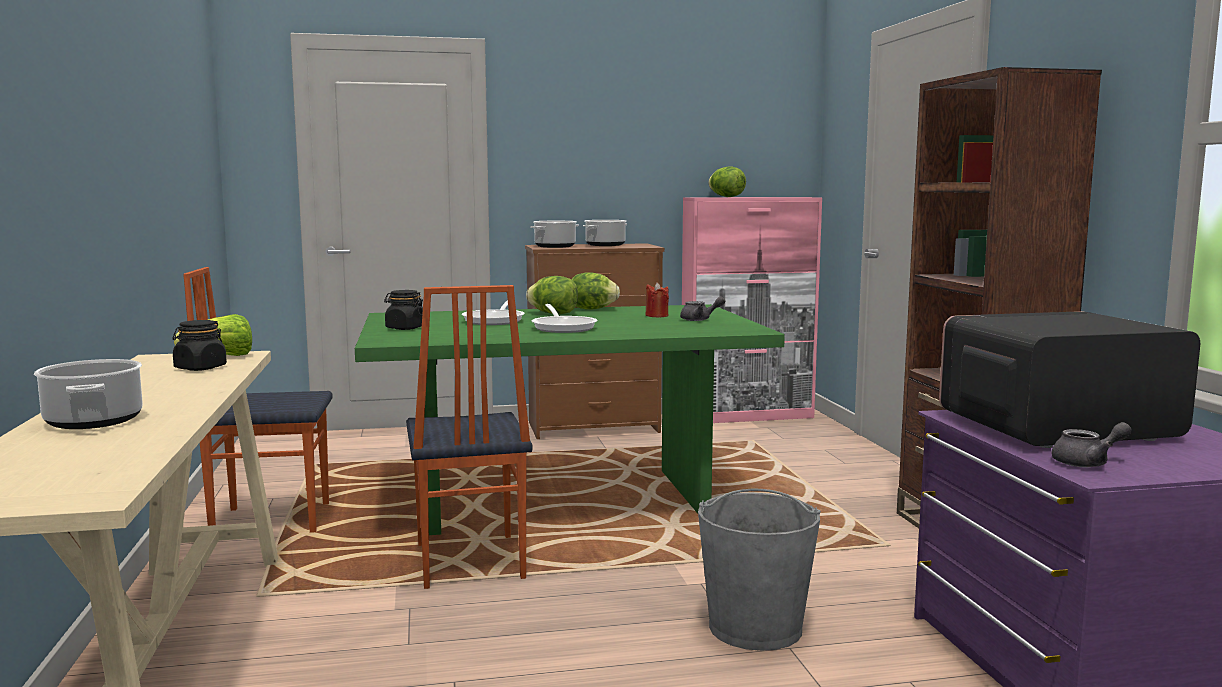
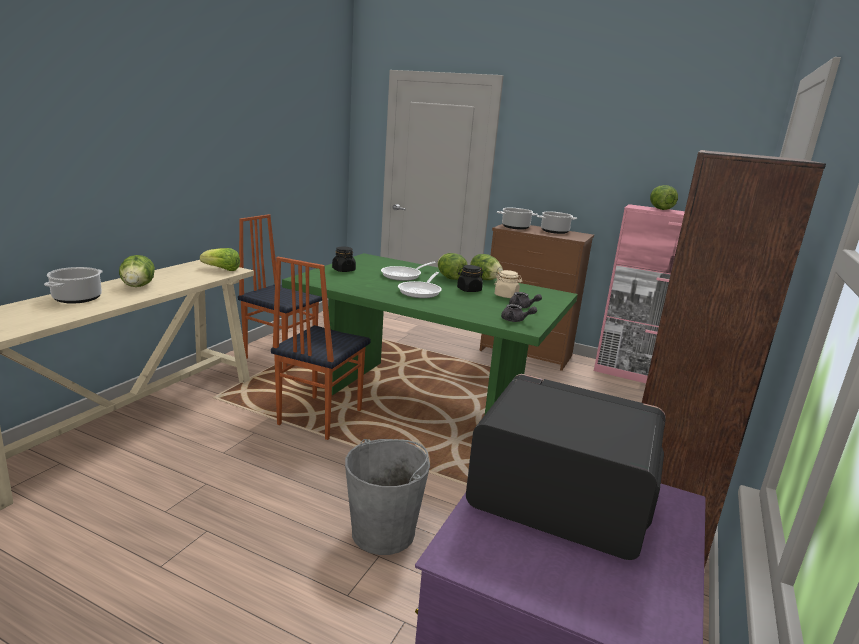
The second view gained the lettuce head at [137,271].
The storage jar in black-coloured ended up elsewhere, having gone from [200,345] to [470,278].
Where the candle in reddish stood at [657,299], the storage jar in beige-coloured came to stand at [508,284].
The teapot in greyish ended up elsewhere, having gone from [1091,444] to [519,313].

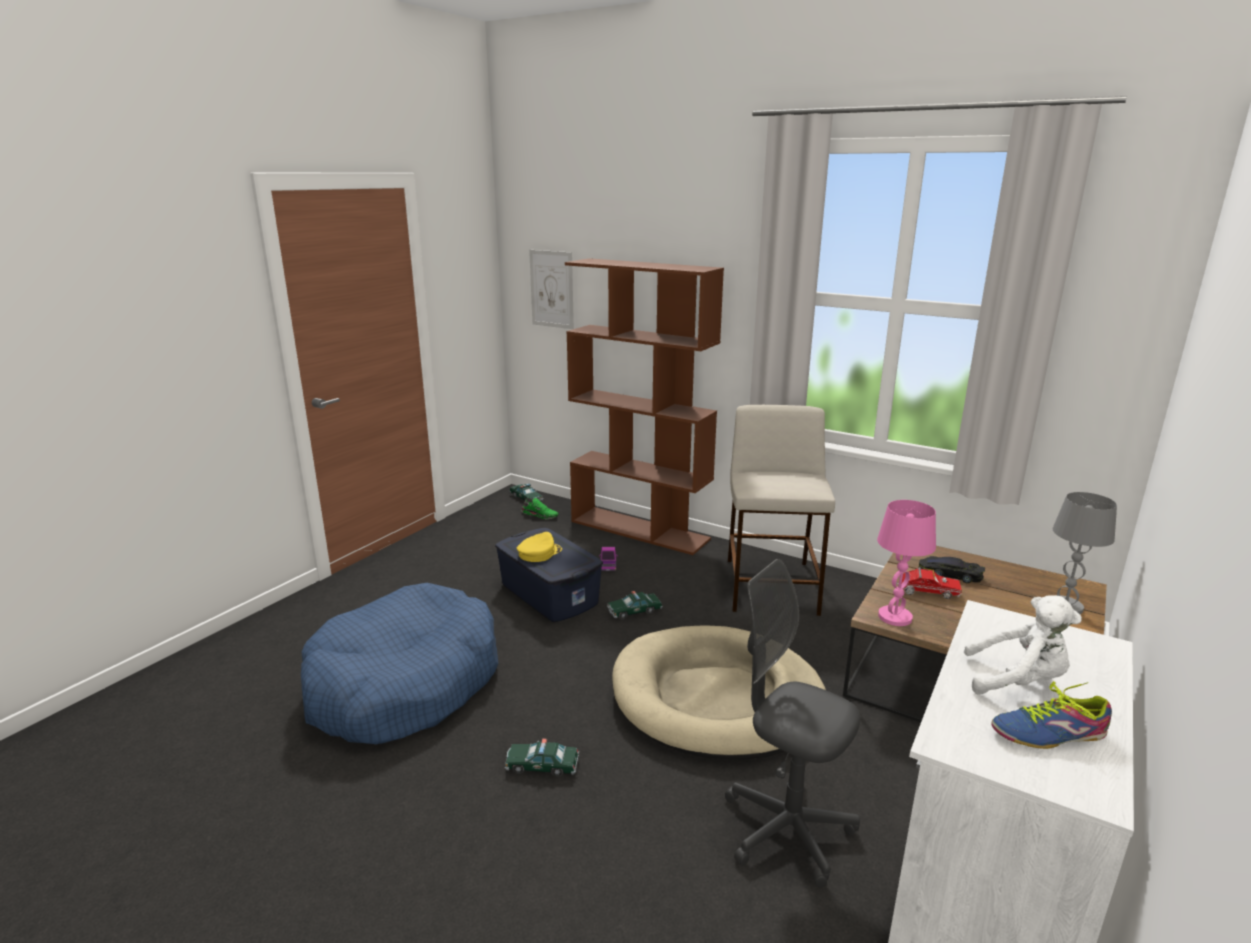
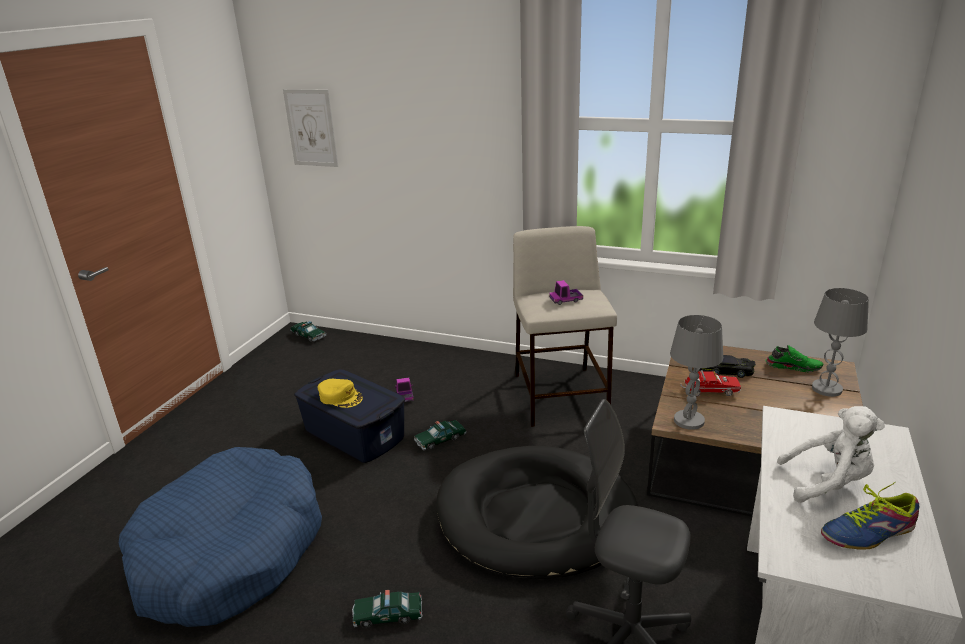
The cap in yellow at [539,547] ended up facing another way, 90 degrees clockwise from before.
What was the pet bed in beige-coloured at [719,692] turned into the pet bed in black-coloured at [537,512].
The second view gained the toy truck at [566,292].
What was the table lamp in pink at [906,563] turned into the table lamp in greyish at [696,372].
The item of footwear in green ended up elsewhere, having gone from [540,509] to [794,358].
The second view lost the shelving unit in brown at [644,406].

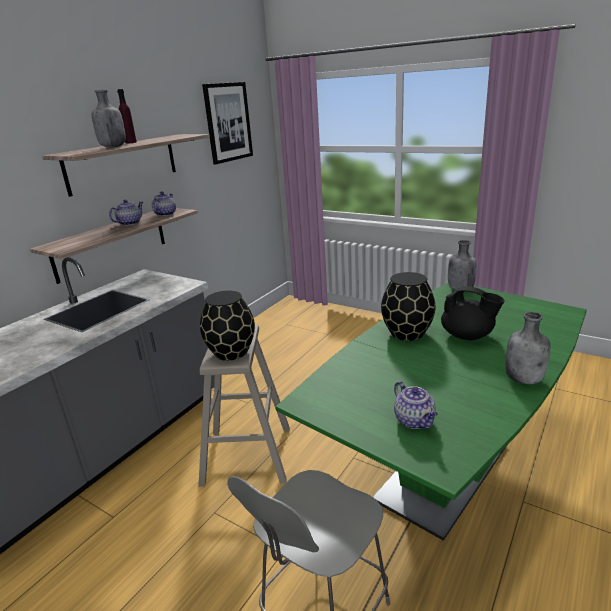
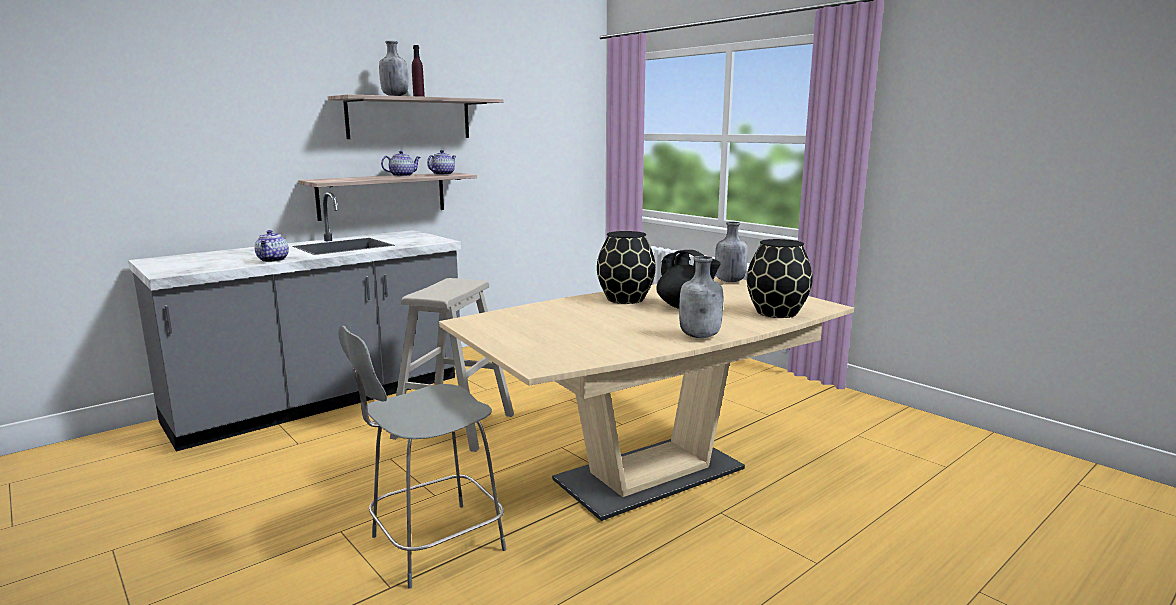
The teapot ended up elsewhere, having gone from [416,405] to [271,246].
What was the kitchen table in green at [431,412] turned into the kitchen table in beige-coloured at [646,399].
The flower vase in black-coloured ended up elsewhere, having gone from [227,326] to [780,278].
The second view lost the picture at [227,123].

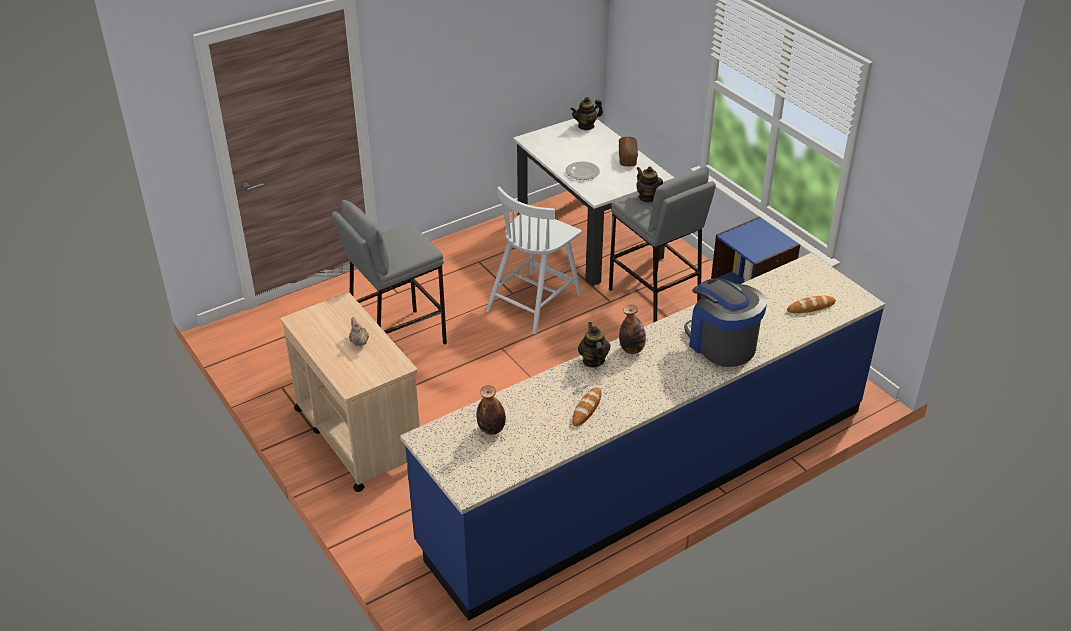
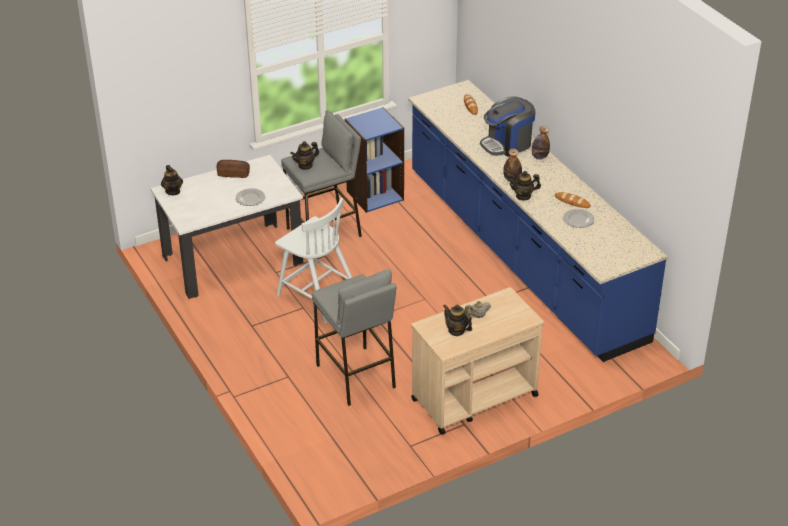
The second view gained the teapot at [457,320].
The beverage bottle ended up elsewhere, having gone from [491,410] to [541,142].
The second view gained the plate at [578,218].

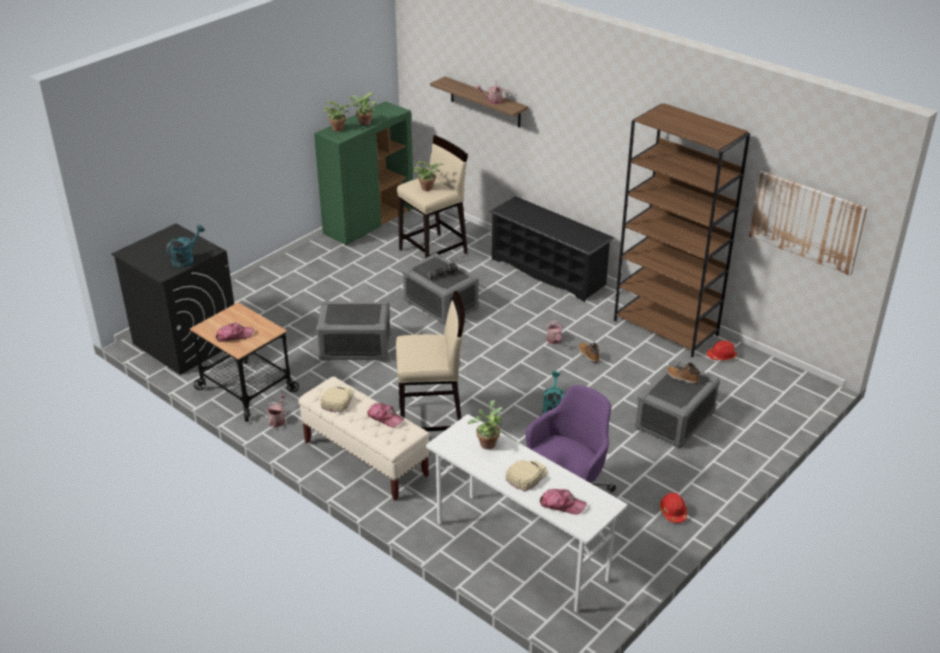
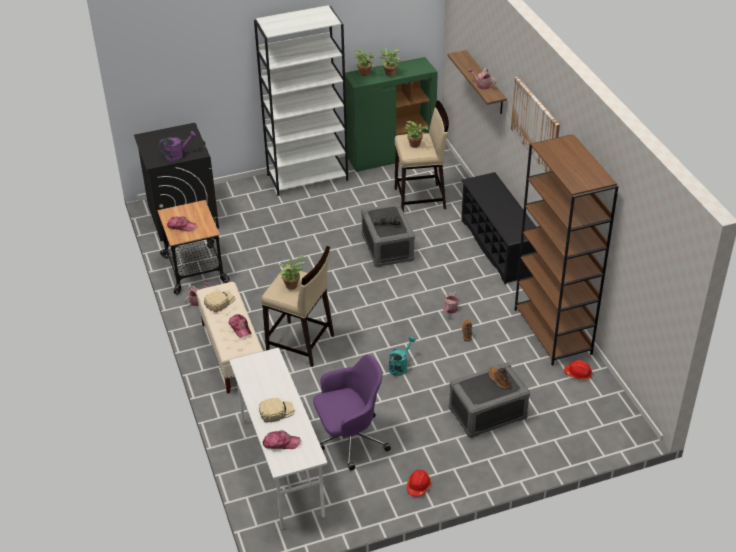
What was the watering can in turquoise-coloured at [185,246] turned into the watering can in purple-coloured at [177,146].
The second view gained the shelving unit in whitish at [301,100].
The cap at [563,502] ended up facing another way, 45 degrees counterclockwise from before.
The plant in a pot ended up elsewhere, having gone from [485,425] to [291,272].
The picture ended up elsewhere, having gone from [808,223] to [535,124].
The second view lost the storage container in greyish at [353,331].

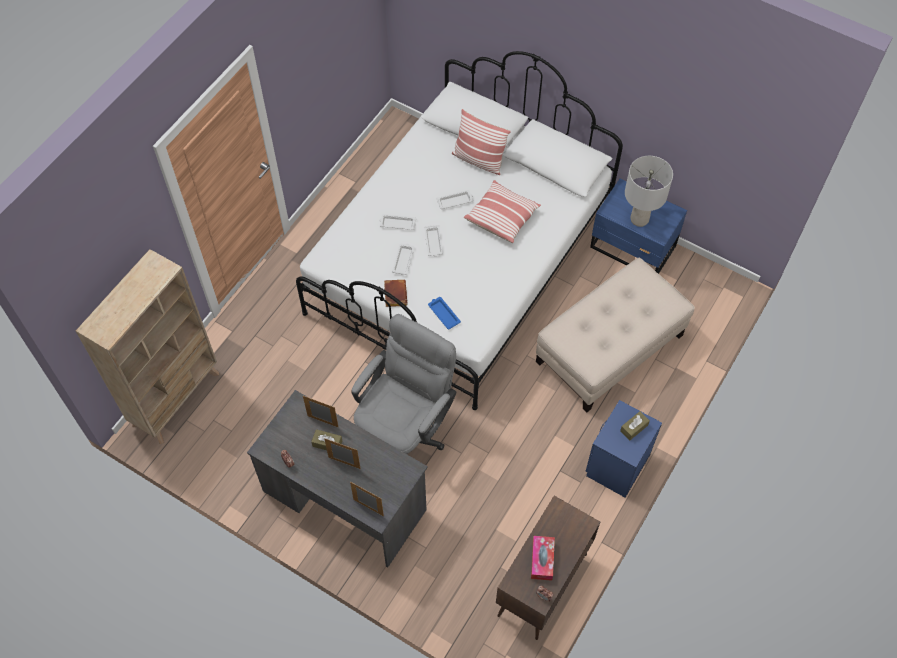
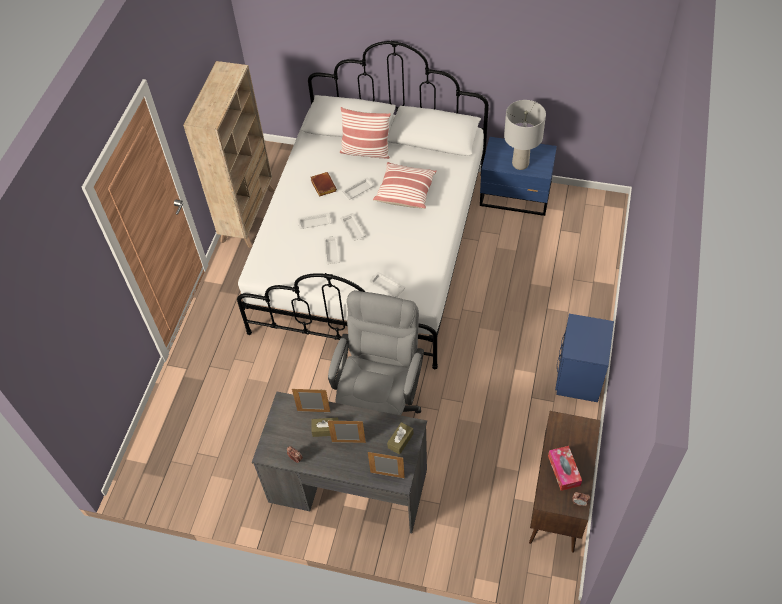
The shelving unit in beige-coloured ended up elsewhere, having gone from [147,346] to [229,154].
The volume in brown ended up elsewhere, having gone from [396,293] to [323,184].
What was the serving tray in blue-coloured at [444,313] turned into the serving tray in whitish at [387,284].
The tissue holder in brown ended up elsewhere, having gone from [635,425] to [400,438].
The second view lost the footrest in beige-coloured at [615,335].

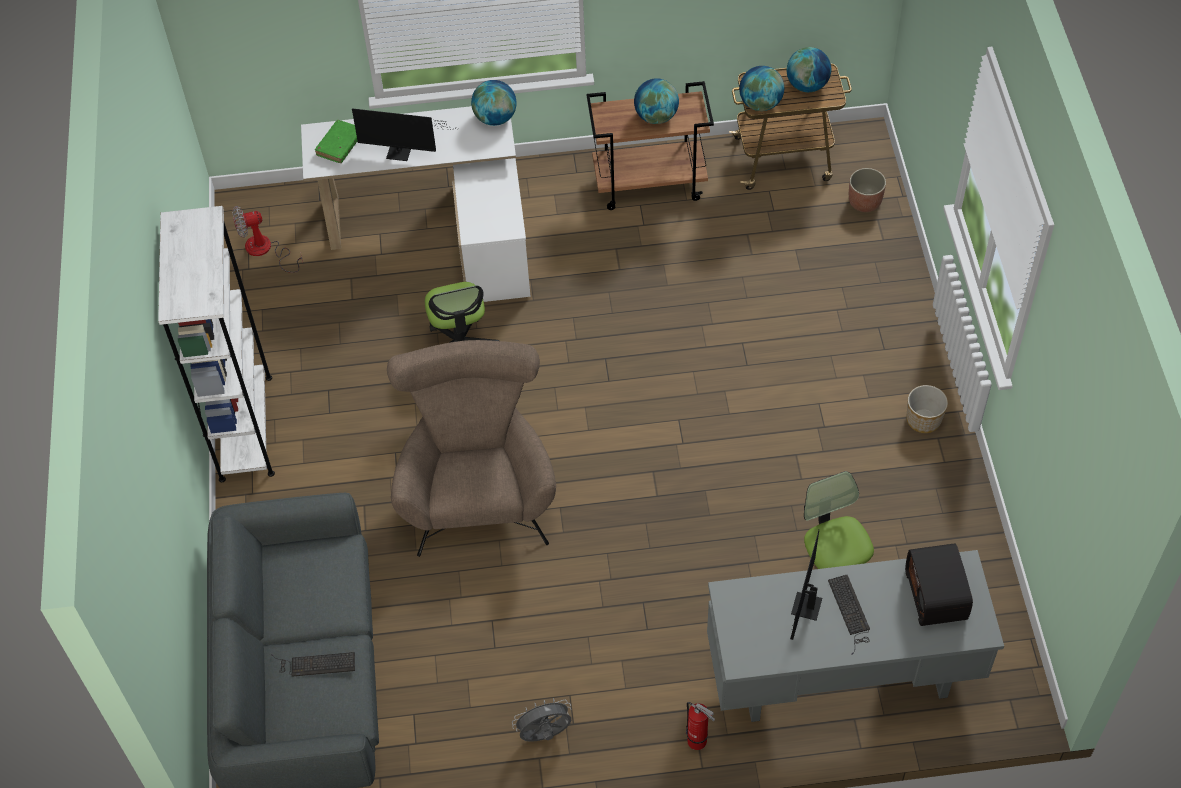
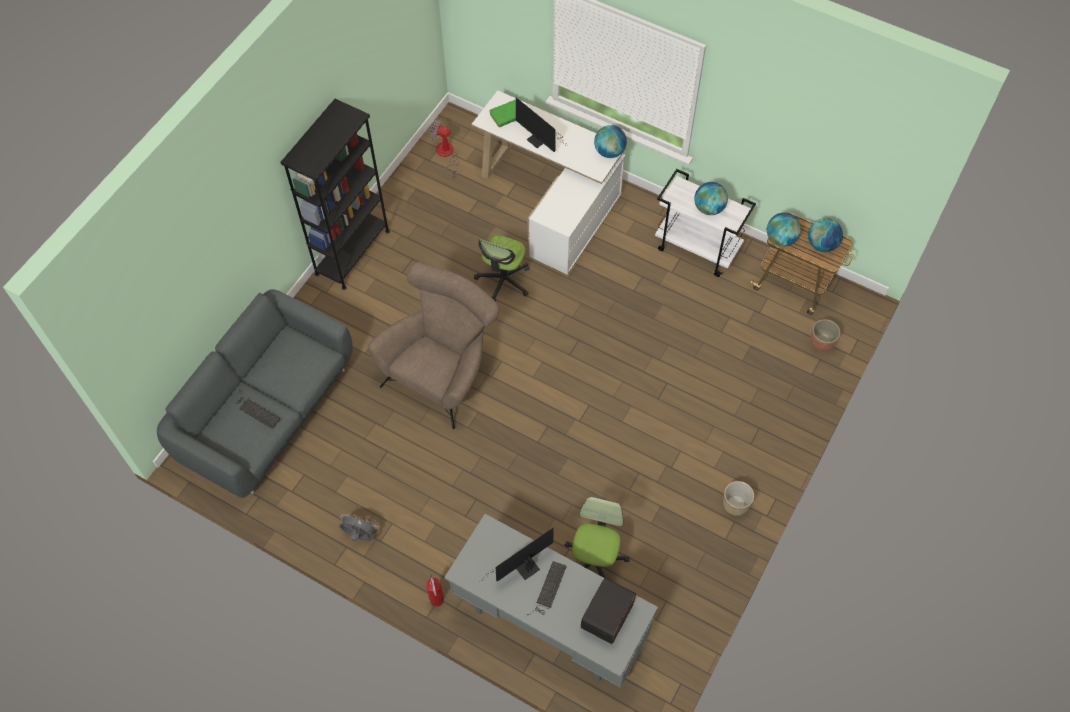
What was the shelving unit in whitish at [216,344] turned into the shelving unit in black-coloured at [335,194].
What was the wheeled cart in brown at [650,145] turned into the wheeled cart in whitish at [705,223].

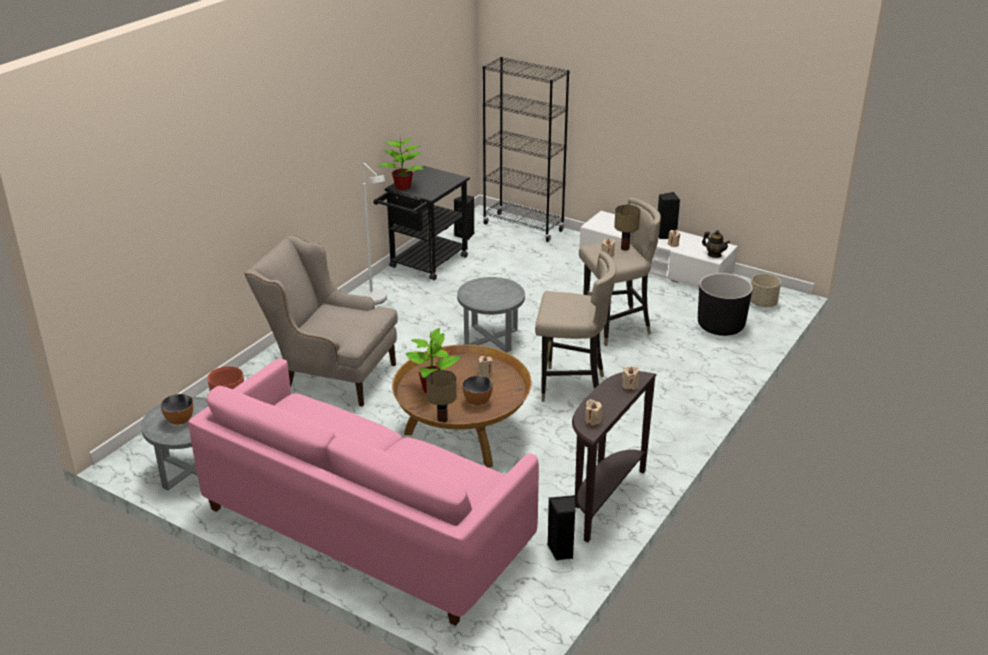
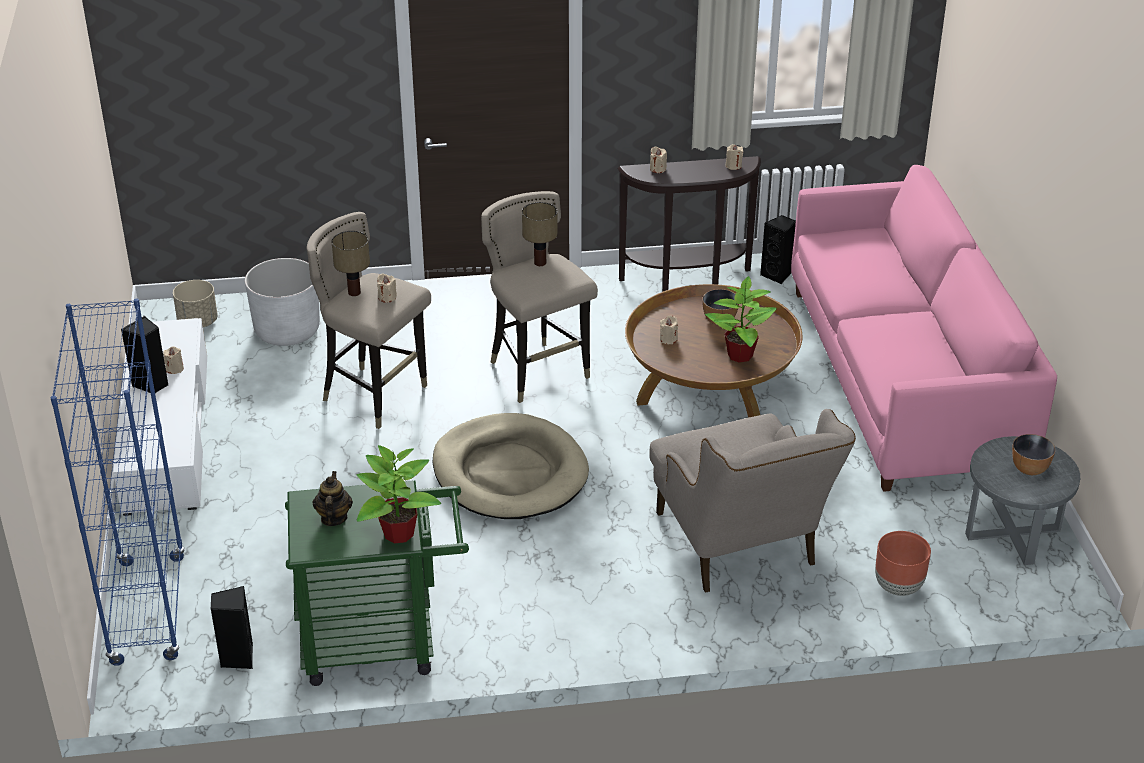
What was the shelving unit in black-coloured at [526,149] turned into the shelving unit in blue-coloured at [118,482].
What was the planter in black-coloured at [725,304] turned into the planter in whitish at [282,302].
What was the wheeled cart in black-coloured at [422,223] turned into the wheeled cart in green at [377,583].
The teapot ended up elsewhere, having gone from [716,244] to [333,498].
Where the side table in greyish stood at [491,315], the pet bed in beige-coloured came to stand at [510,466].
The table lamp ended up elsewhere, having gone from [441,396] to [540,234].
The second view lost the floor lamp in whitish at [374,234].

